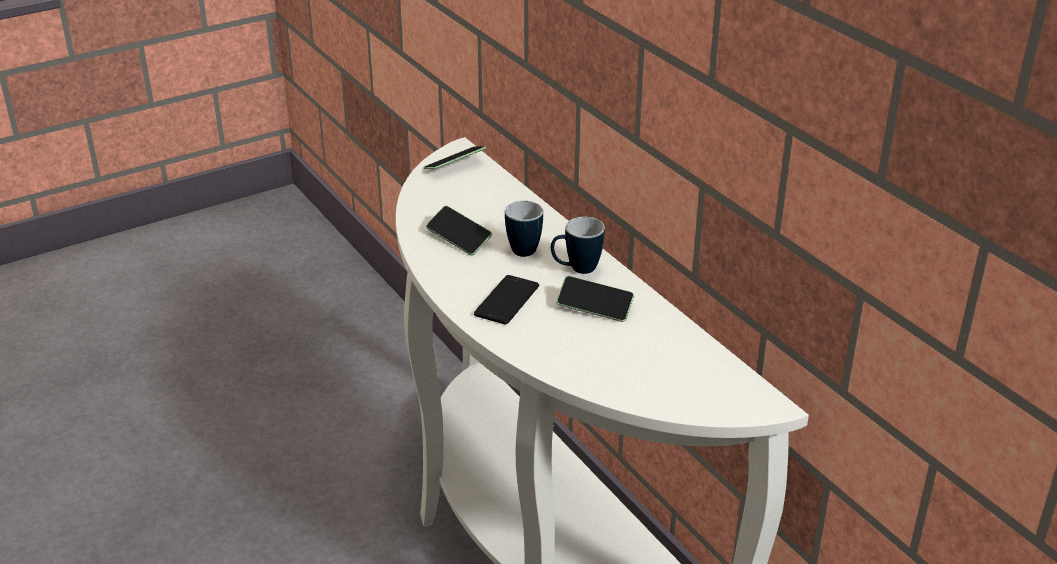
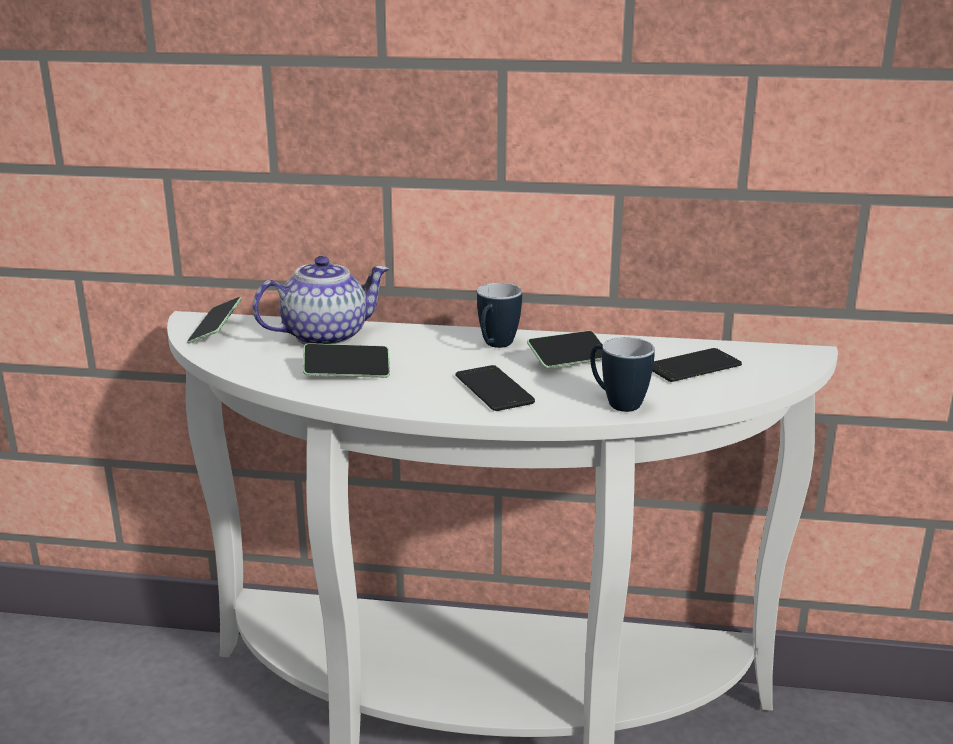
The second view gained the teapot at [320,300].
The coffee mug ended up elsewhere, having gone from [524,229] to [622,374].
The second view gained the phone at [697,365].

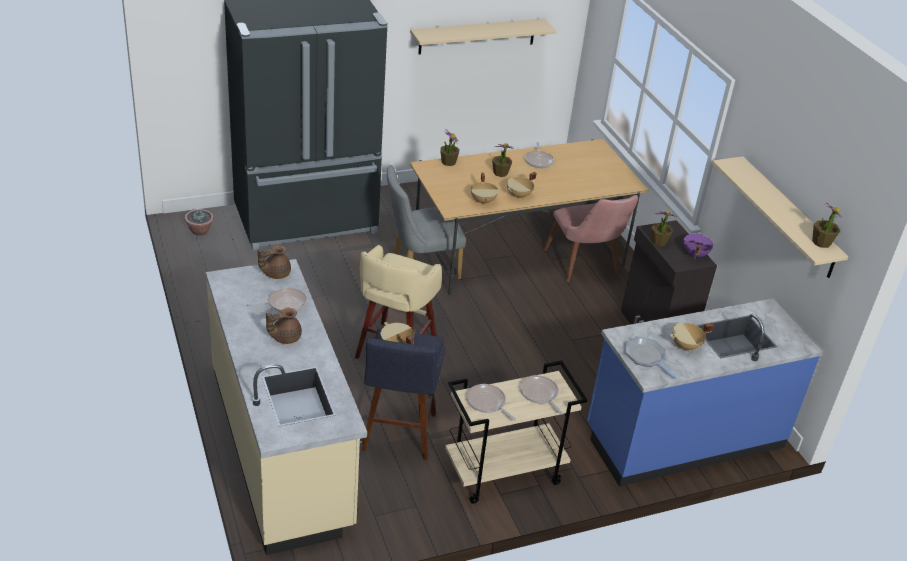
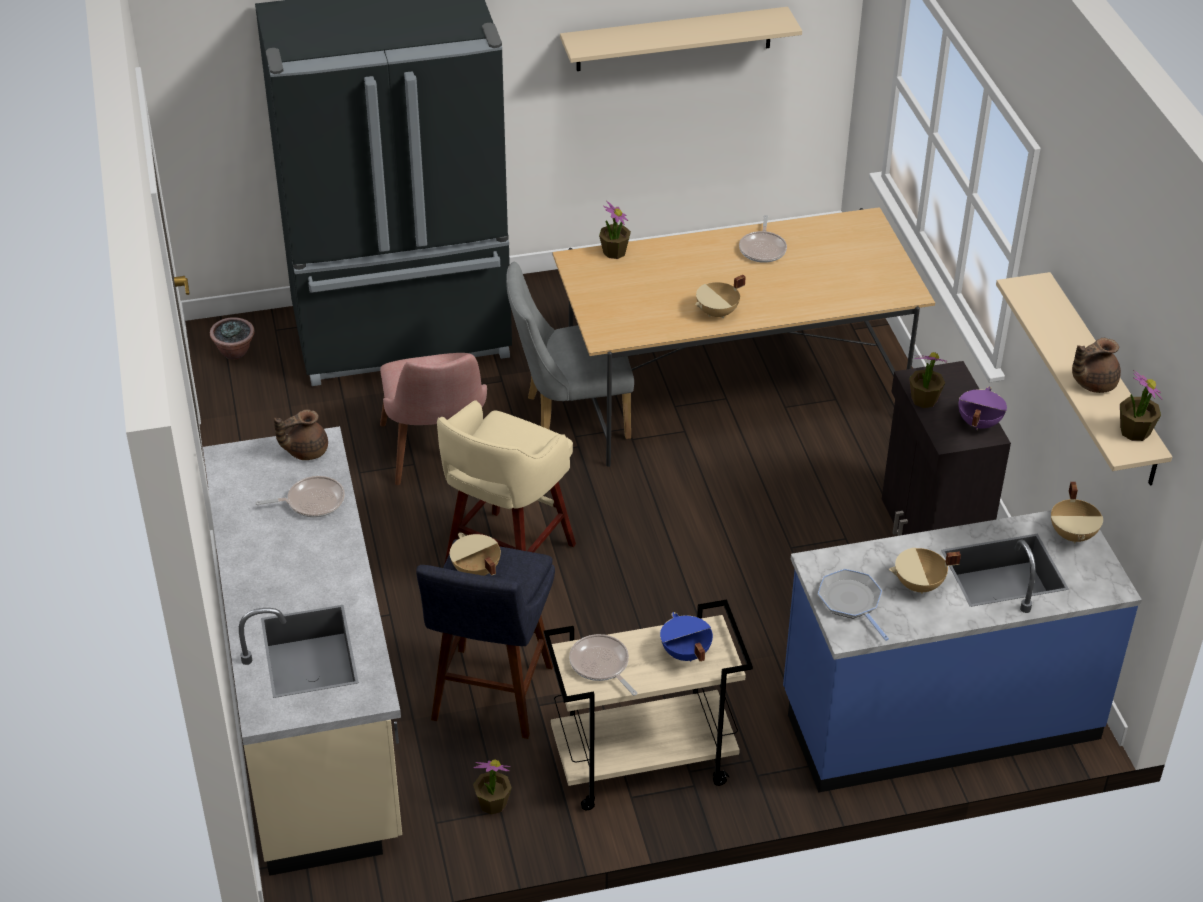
The chair in pink ended up elsewhere, having gone from [590,238] to [433,419].
The plant in a pot ended up elsewhere, having gone from [503,160] to [492,787].
Where the pan stood at [541,395], the stockpot in blue-coloured came to stand at [686,637].
The stockpot in beige-coloured ended up elsewhere, having gone from [485,189] to [1077,512].
The teapot in brown ended up elsewhere, having gone from [284,326] to [1096,365].

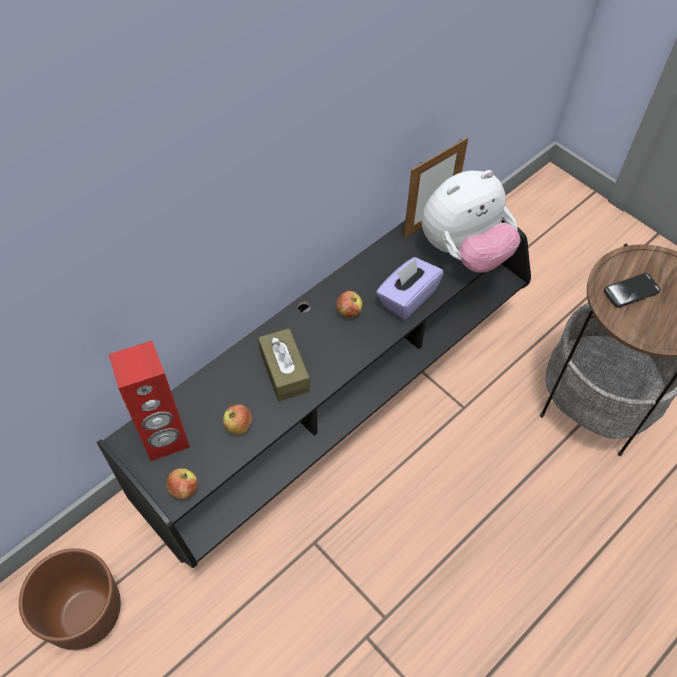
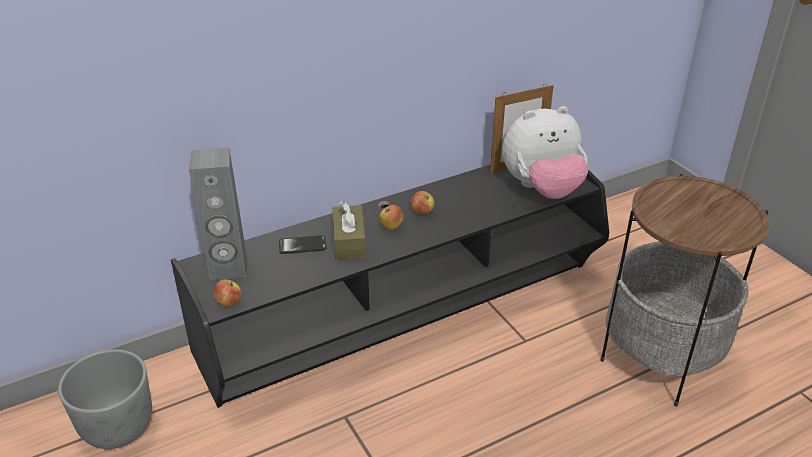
What was the planter in brown at [70,599] turned into the planter in greyish at [105,399].
What was the loudspeaker in reddish at [149,401] turned into the loudspeaker in greyish at [218,214].
The phone ended up elsewhere, having gone from [632,290] to [302,244].
The apple ended up elsewhere, having gone from [237,419] to [391,217].
The second view lost the tissue holder in purple-coloured at [410,288].

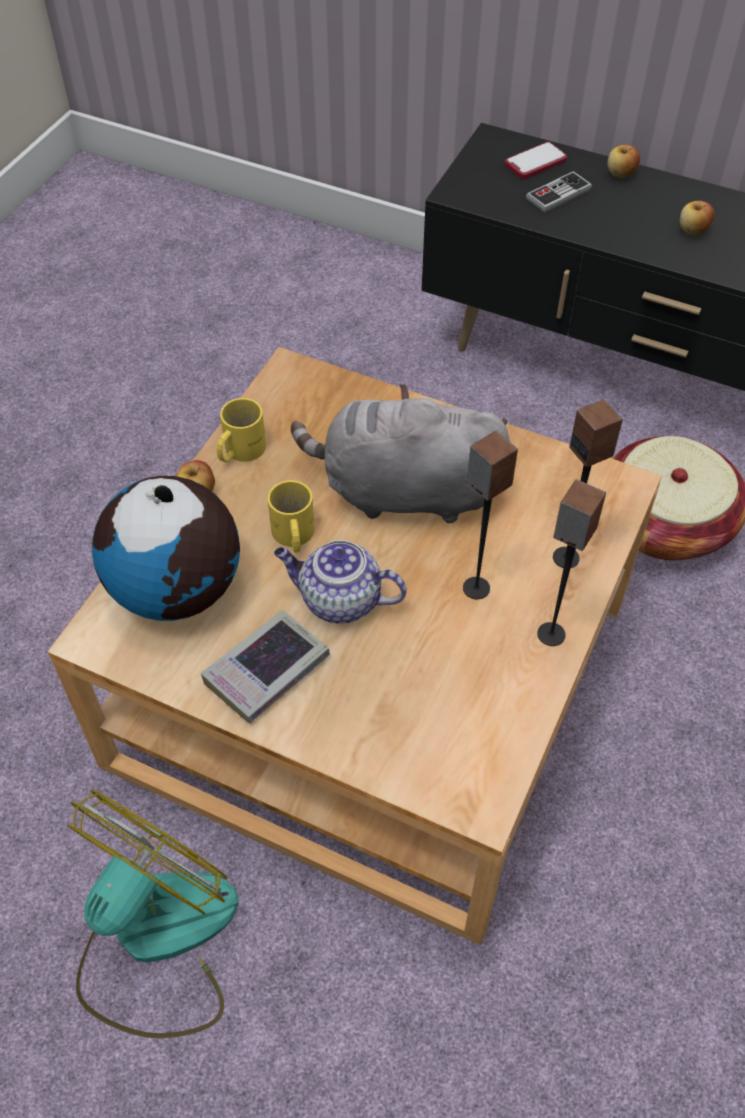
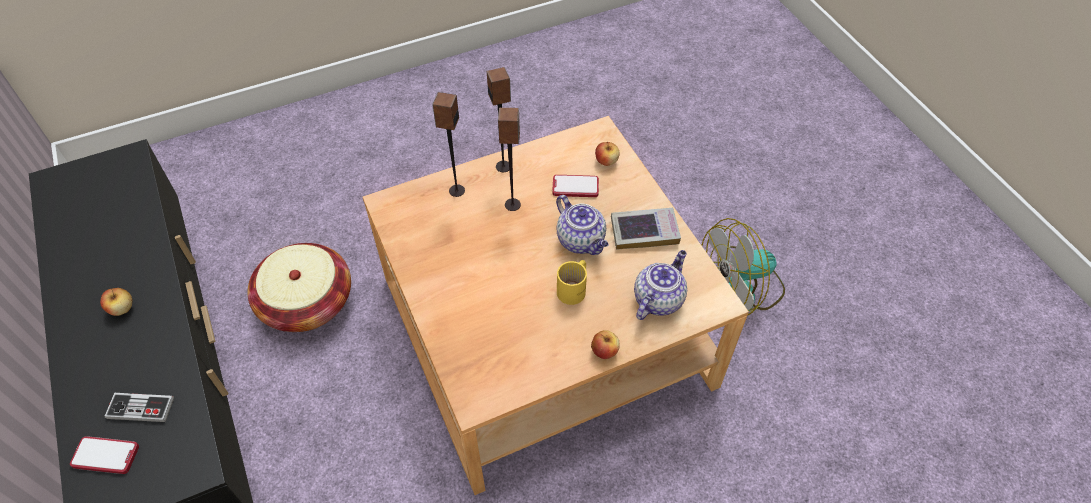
The second view gained the phone at [576,186].
The apple ended up elsewhere, having gone from [623,161] to [607,154].
Where the desk globe stood at [166,548], the teapot came to stand at [660,285].
The second view lost the coffee mug in yellow at [241,430].
The second view lost the soft toy in greyish at [400,453].

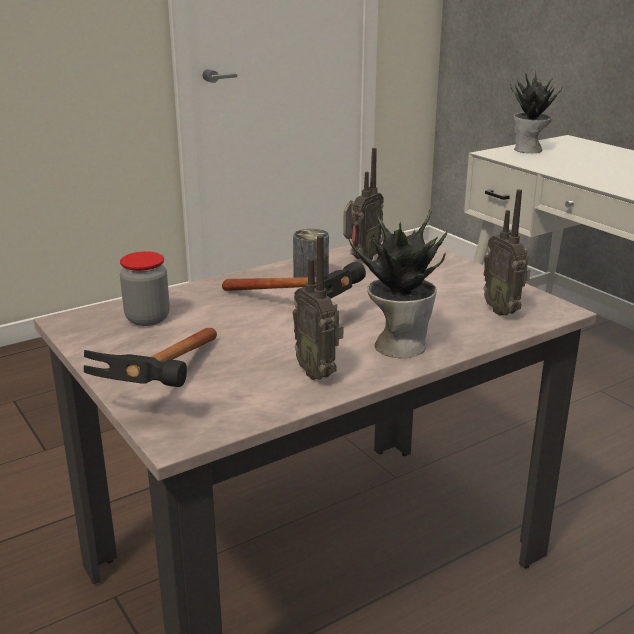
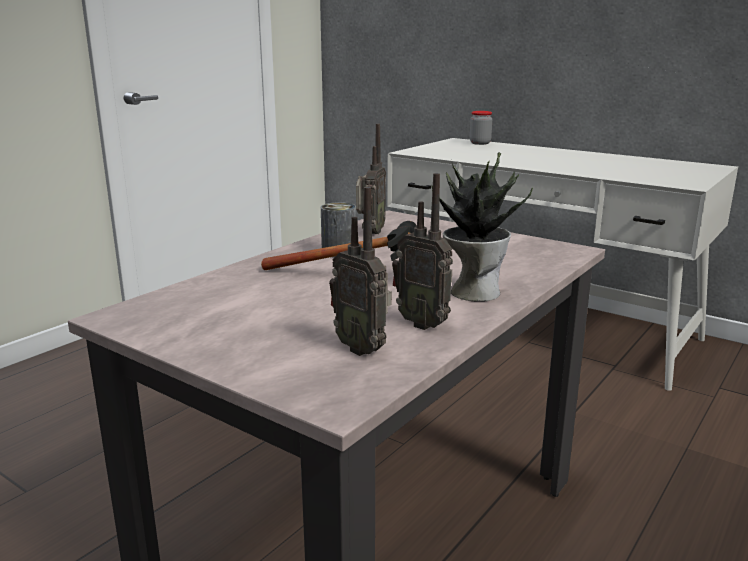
The radio receiver ended up elsewhere, having gone from [506,252] to [360,271].
The storage jar ended up elsewhere, having gone from [145,288] to [481,128].
The second view lost the hammer at [150,357].
The second view lost the plant in a pot at [536,111].

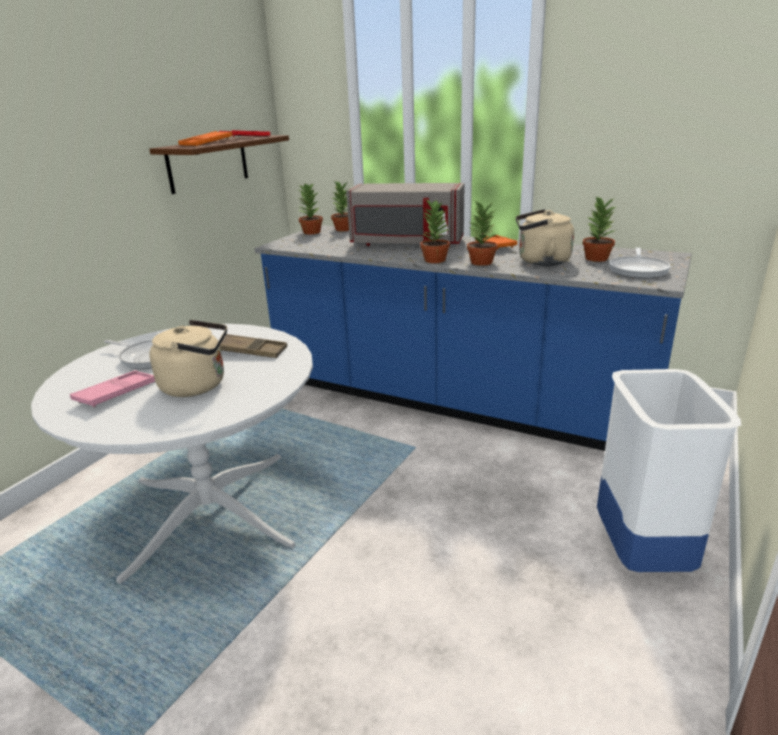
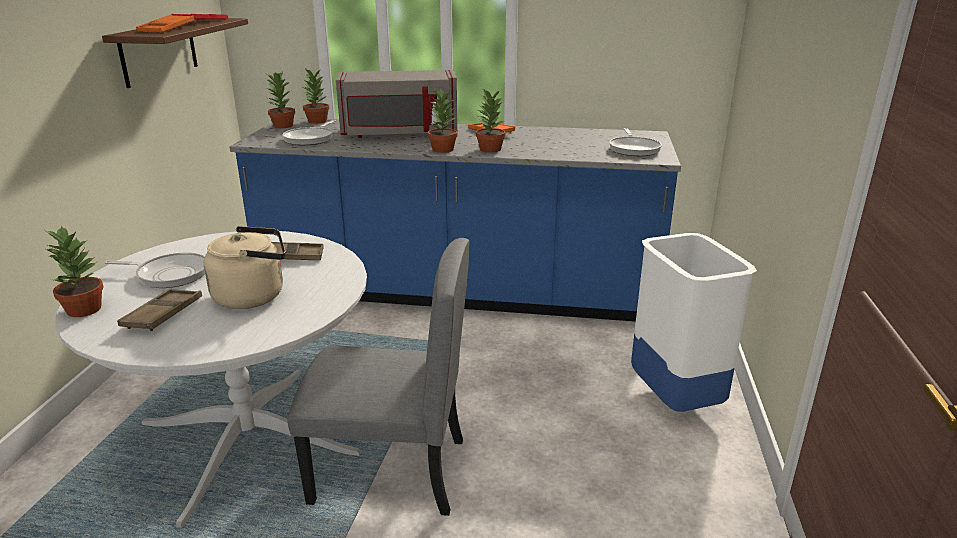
The plant in a pot ended up elsewhere, having gone from [600,229] to [74,271].
What was the serving tray in pink at [112,389] turned into the serving tray in brown at [159,310].
The second view gained the pan at [309,132].
The second view gained the chair in greyish at [378,377].
The second view lost the tea kettle in beige-coloured at [545,237].

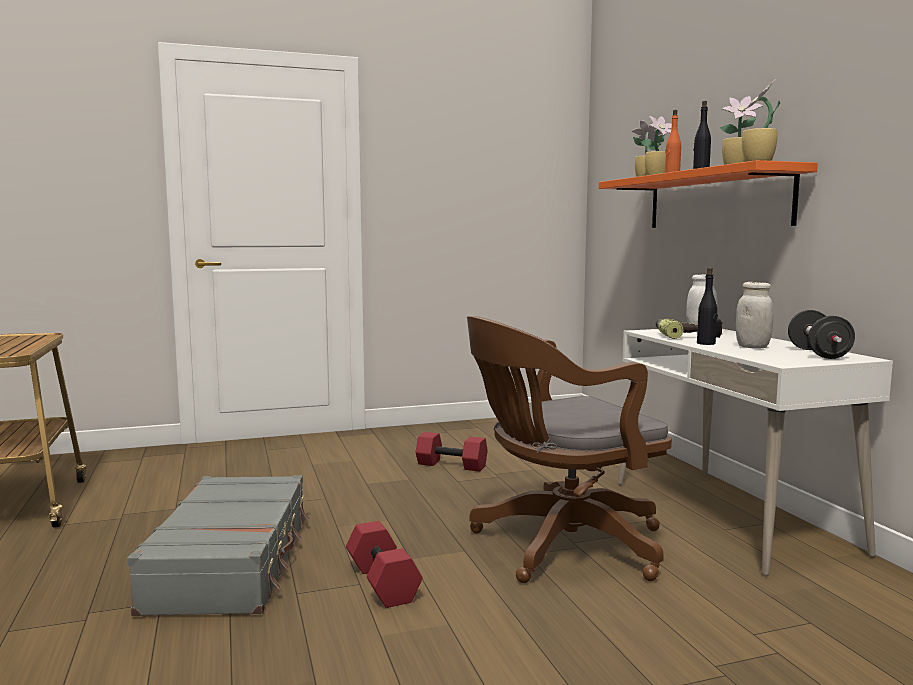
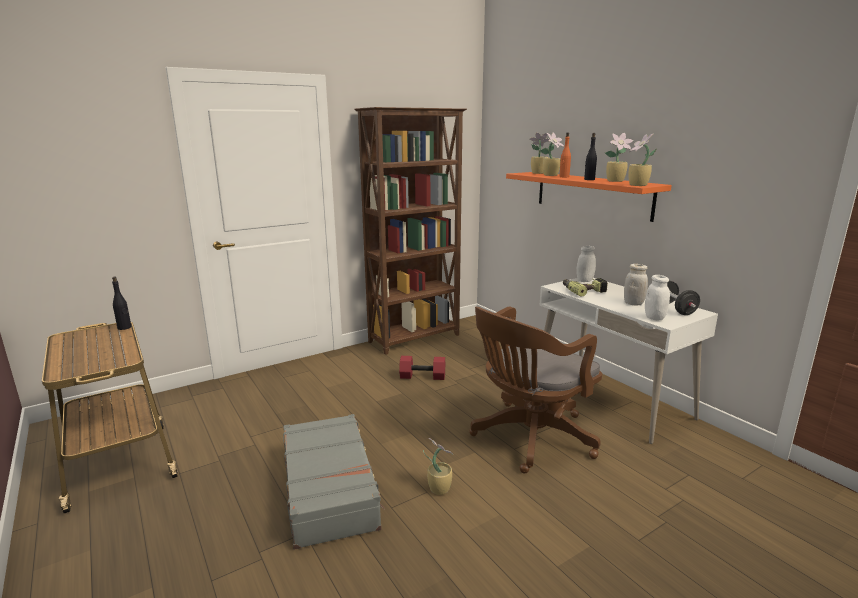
The beverage bottle in black-coloured ended up elsewhere, having gone from [707,306] to [121,303].
The second view gained the shelving unit in brown at [411,231].
Where the hand weight in reddish stood at [384,564], the plant in a pot came to stand at [438,466].
The second view gained the storage jar in whitish at [657,297].

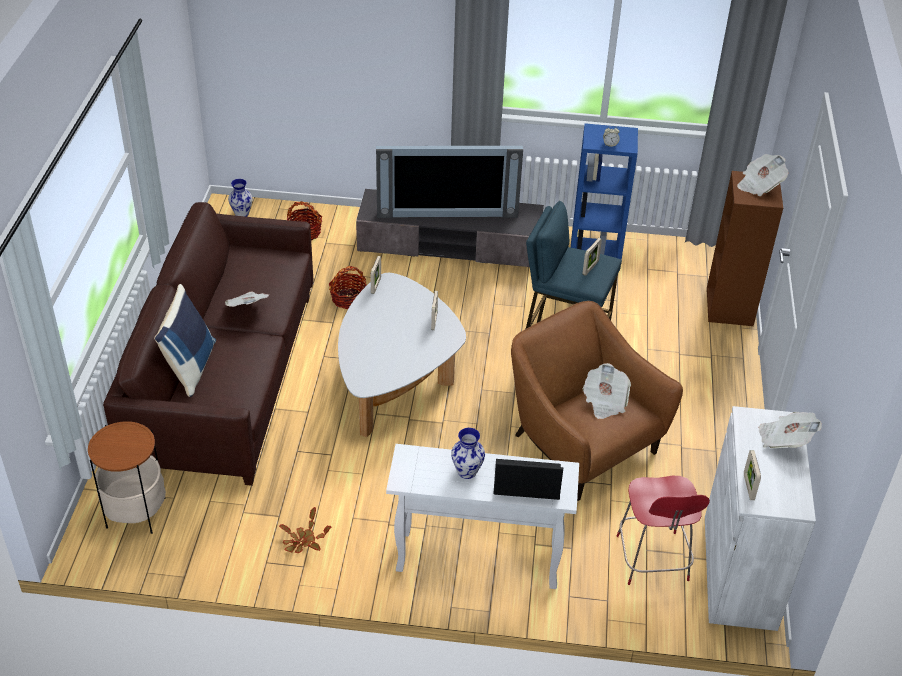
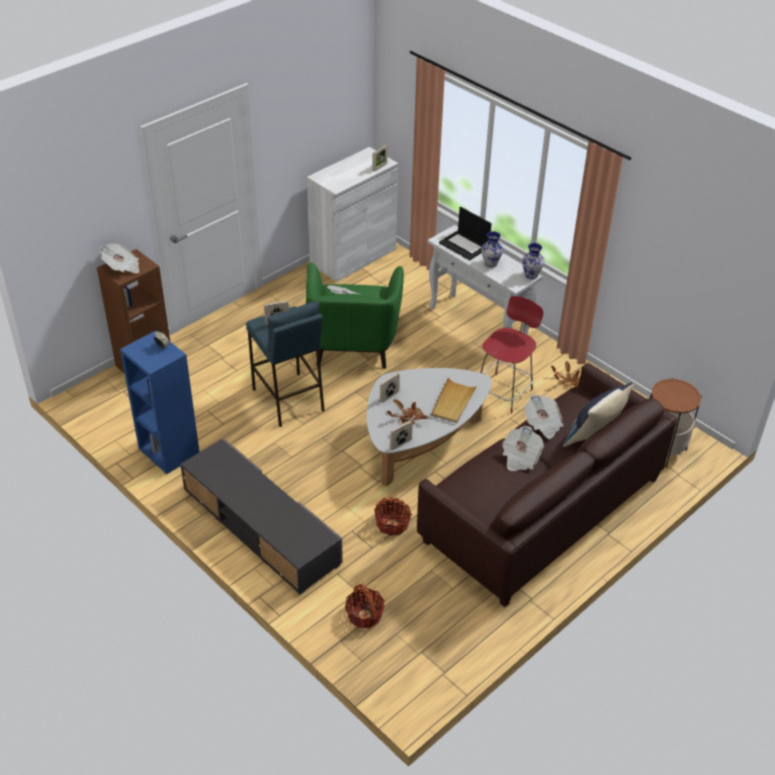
What was the armchair in brown at [597,401] turned into the armchair in green at [355,316].
The second view gained the plant in a pot at [407,411].
The second view gained the serving tray in beige-coloured at [454,400].
The sitting stool in reddish ended up elsewhere, having gone from [663,530] to [511,355].
The flower vase ended up elsewhere, having gone from [240,198] to [533,261].
The newspaper ended up elsewhere, having gone from [790,430] to [544,416].
The second view lost the TV at [449,182].

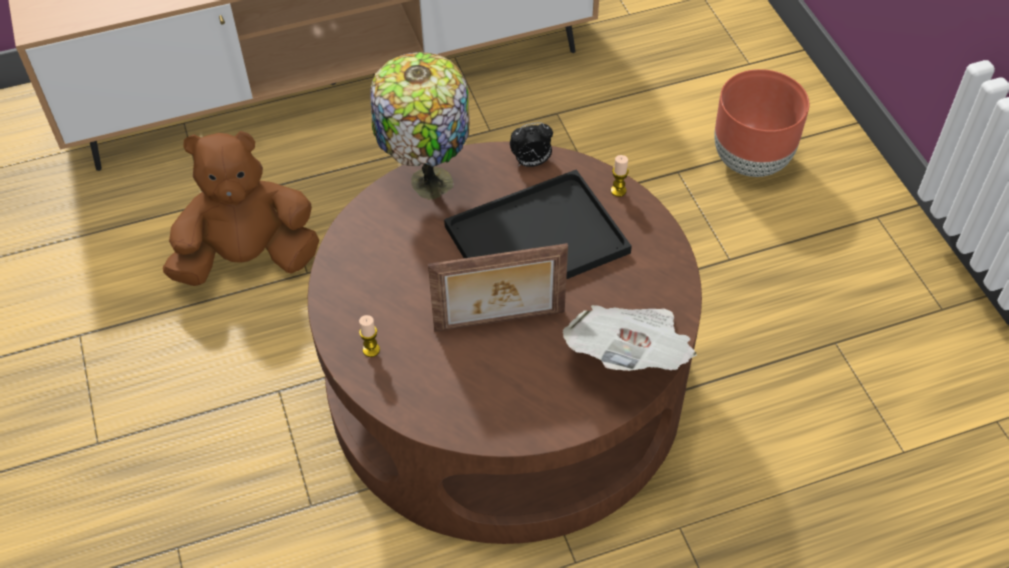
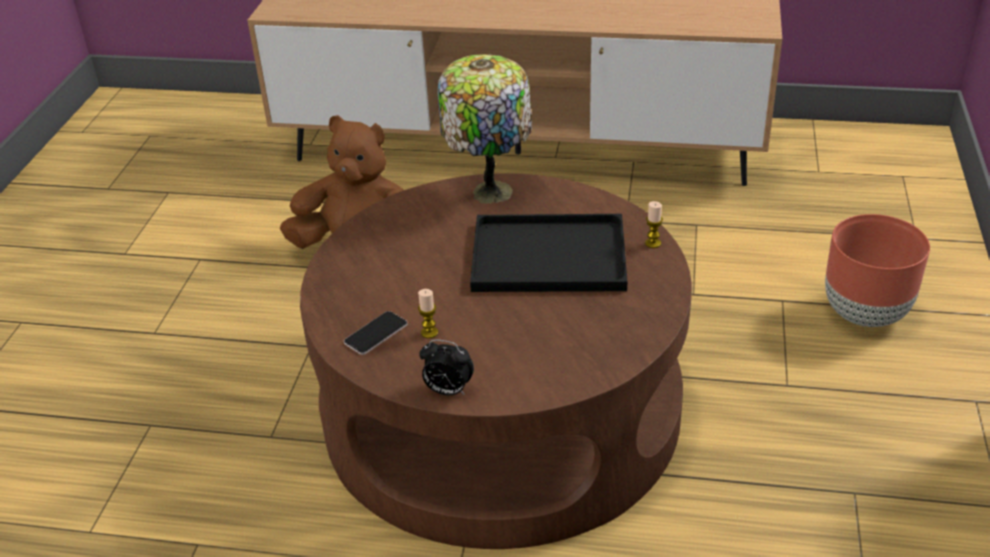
The second view gained the phone at [376,333].
The candle ended up elsewhere, having gone from [369,336] to [428,313].
The table clock ended up elsewhere, having gone from [531,144] to [446,367].
The second view lost the photo frame at [498,287].
The second view lost the newspaper at [629,338].

